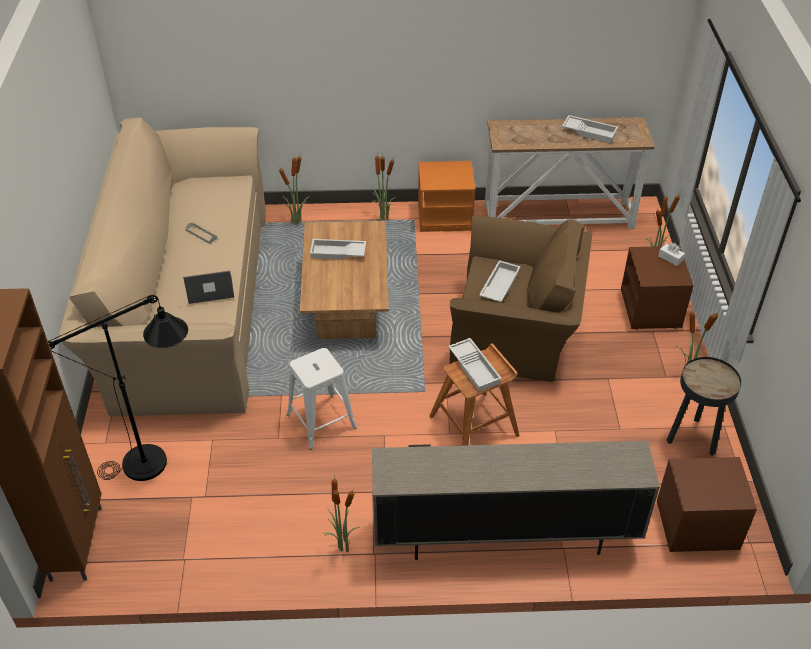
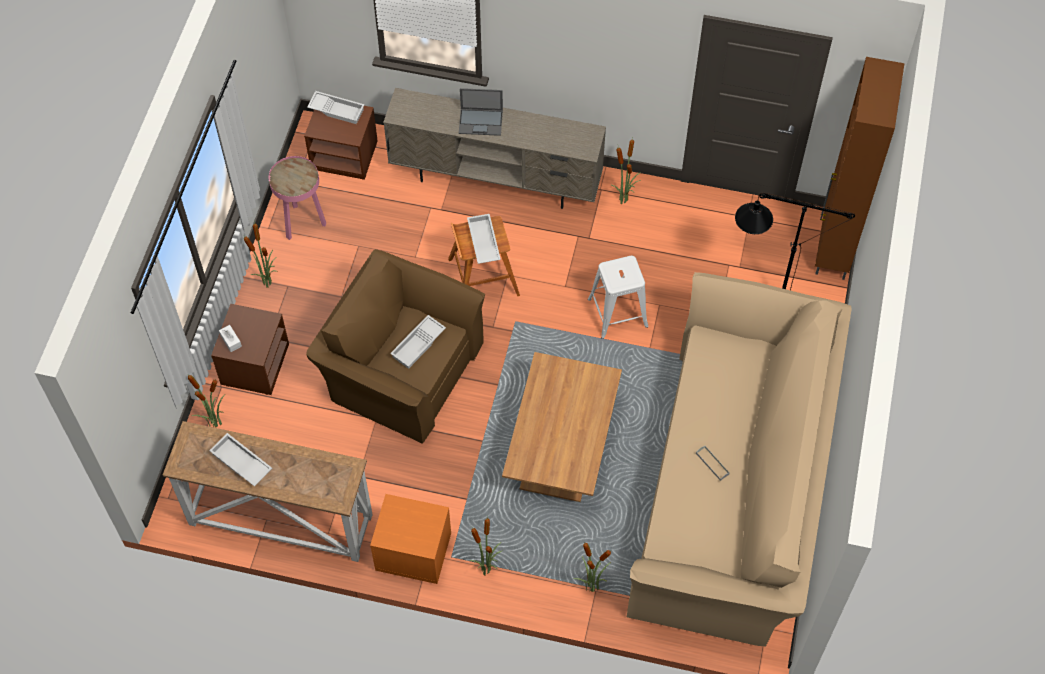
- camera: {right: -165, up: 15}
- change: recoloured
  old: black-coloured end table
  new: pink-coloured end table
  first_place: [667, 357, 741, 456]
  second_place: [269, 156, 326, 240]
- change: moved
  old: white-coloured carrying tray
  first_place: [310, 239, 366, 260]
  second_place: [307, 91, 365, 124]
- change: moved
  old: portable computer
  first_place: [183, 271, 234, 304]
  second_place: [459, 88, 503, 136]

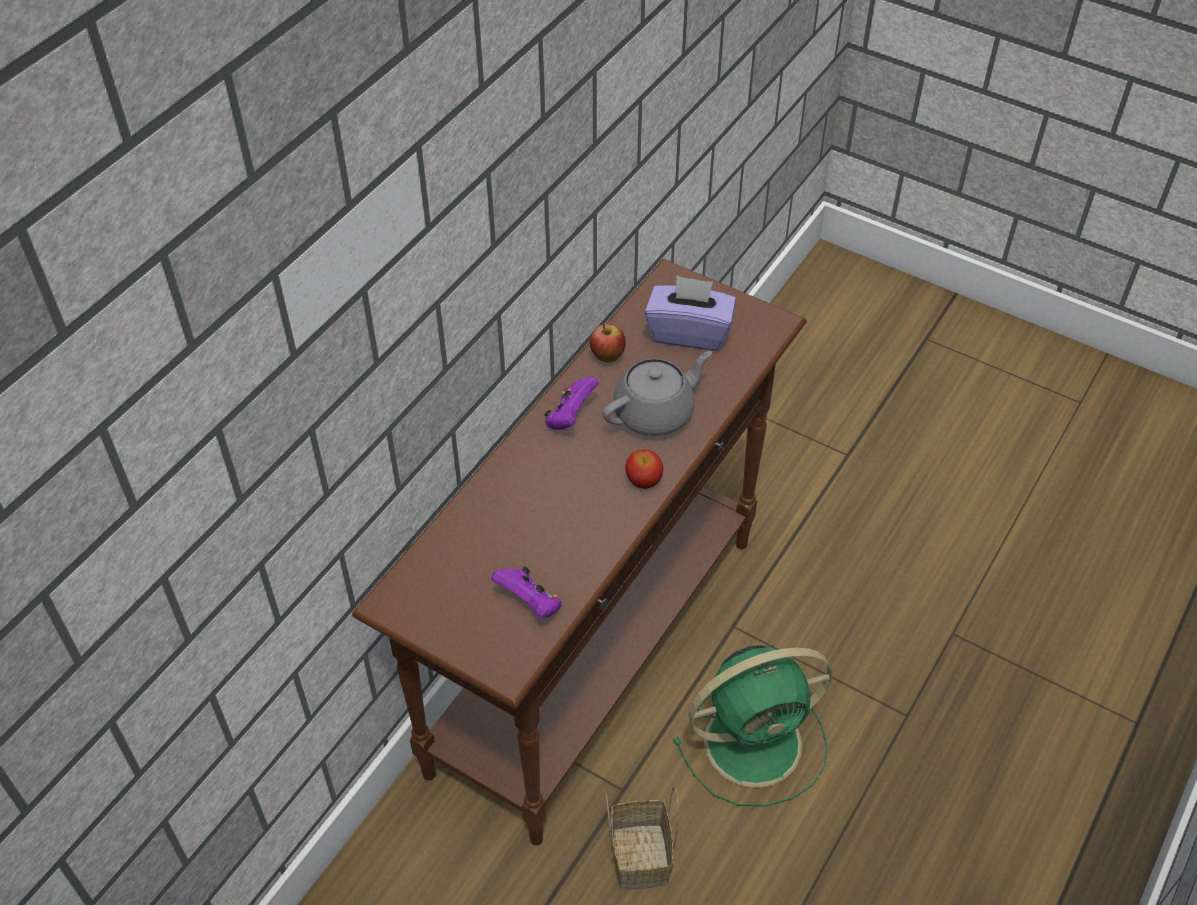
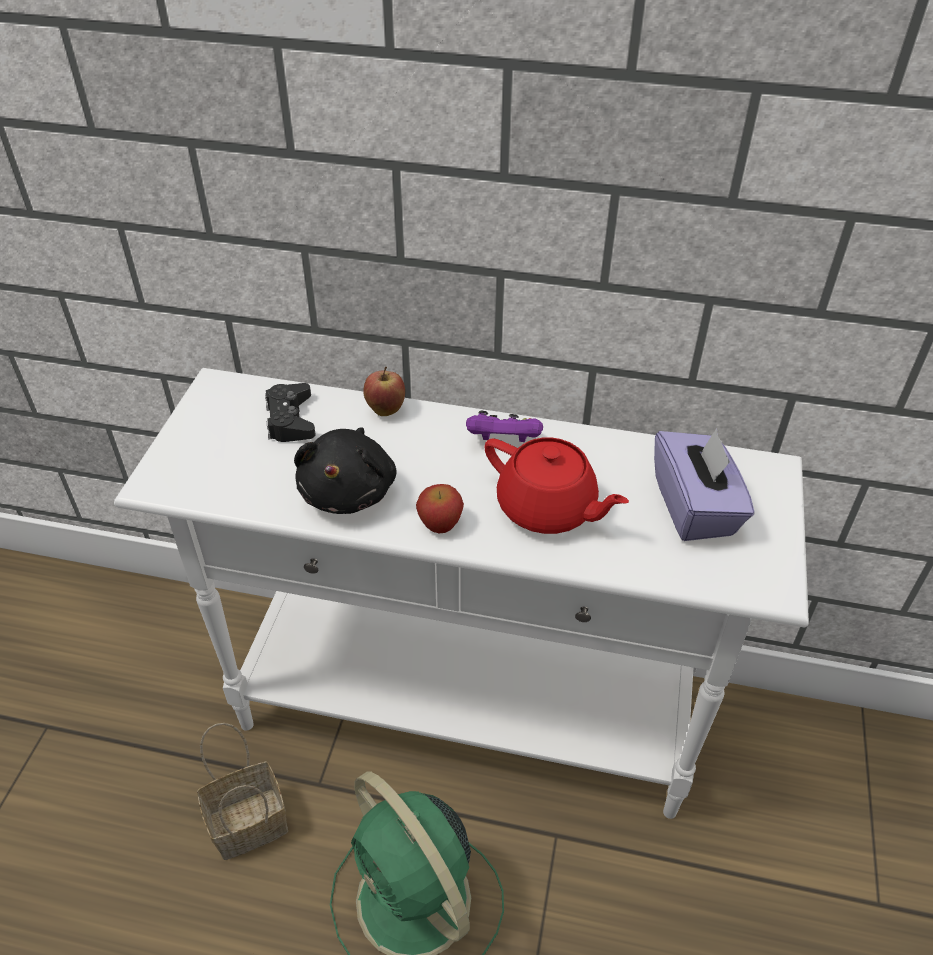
- camera: {right: 70, up: -5}
- change: recoloured
  old: brown-coloured console table
  new: white-coloured console table
  first_place: [352, 259, 807, 846]
  second_place: [114, 368, 809, 819]
- change: added
  new: black-coloured gamepad
  second_place: [265, 383, 316, 442]
- change: added
  new: black-coloured soft toy
  second_place: [294, 427, 397, 514]
- change: moved
  old: apple
  first_place: [589, 323, 626, 363]
  second_place: [363, 367, 405, 416]
- change: recoloured
  old: grey teapot
  new: red-coloured teapot
  first_place: [602, 351, 712, 436]
  second_place: [484, 437, 629, 534]
- change: removed
  old: purplish gamepad
  first_place: [491, 567, 562, 618]

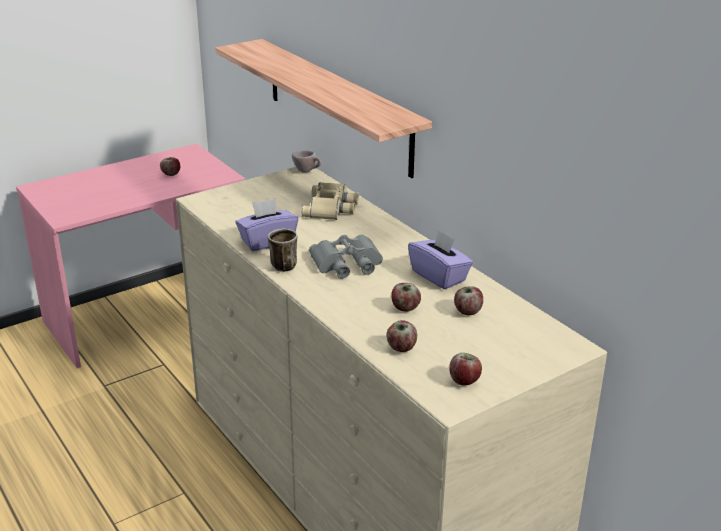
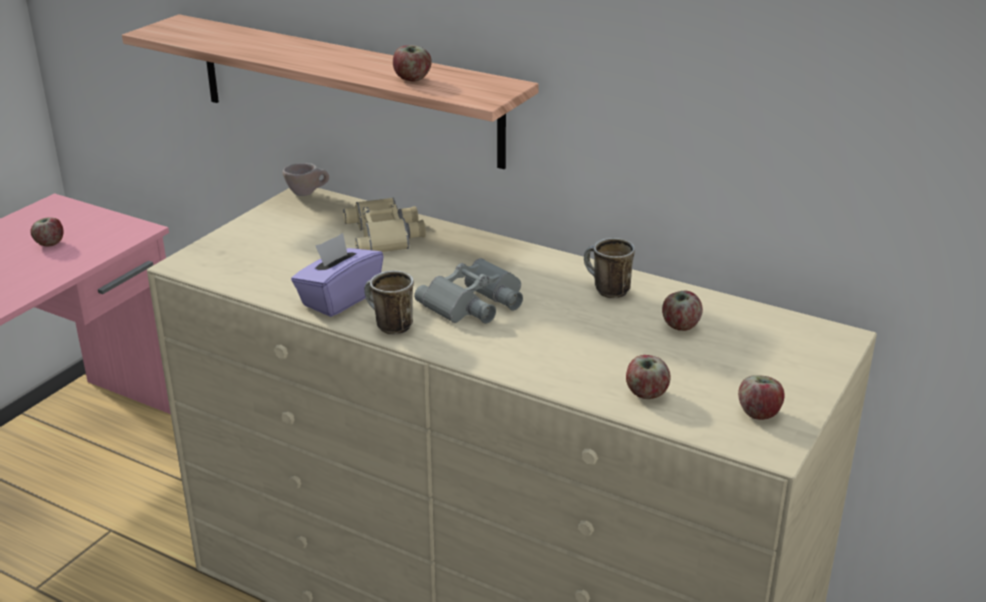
- camera: {right: -25, up: 0}
- change: moved
  old: apple
  first_place: [391, 283, 421, 312]
  second_place: [393, 45, 432, 81]
- change: replaced
  old: purplish box of tissues
  new: coffee mug
  first_place: [408, 229, 473, 289]
  second_place: [584, 238, 635, 299]

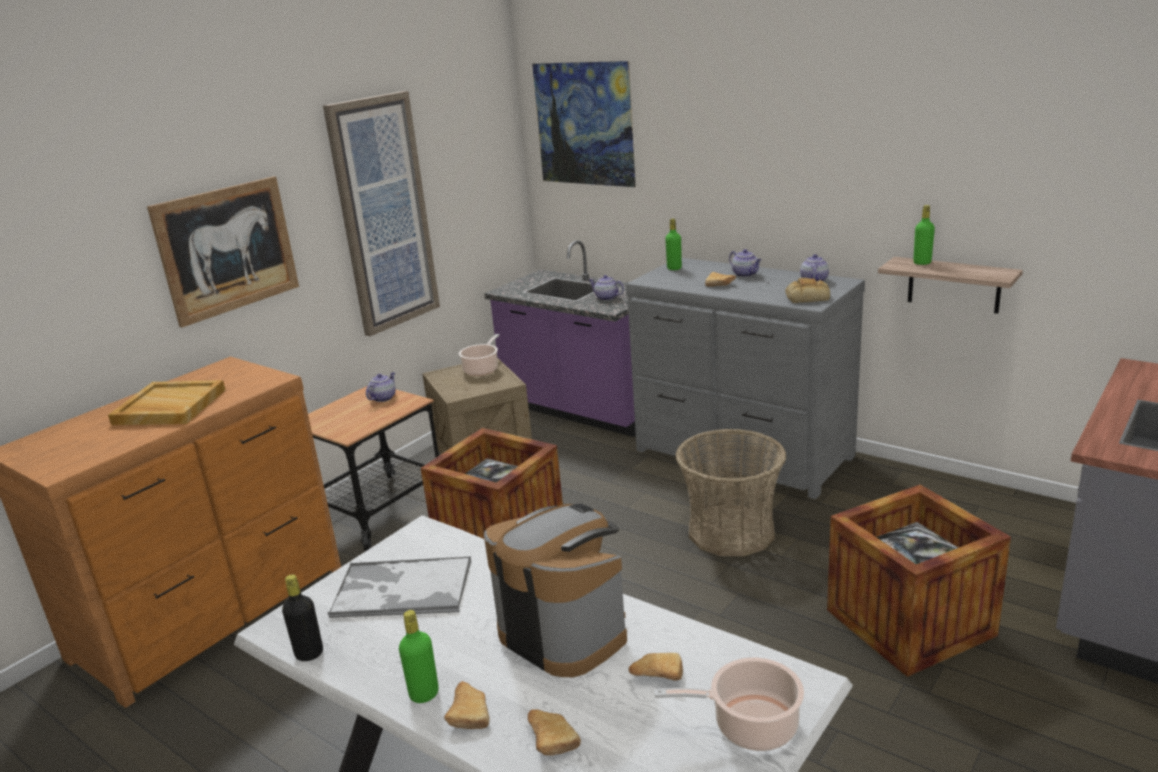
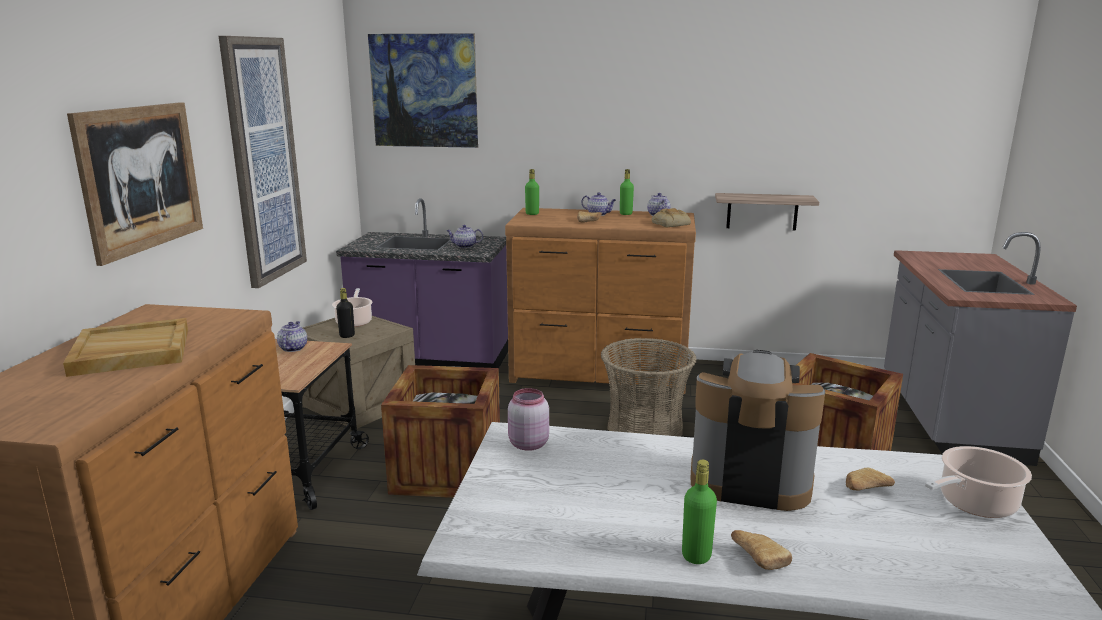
- camera: {right: -30, up: -5}
- change: moved
  old: black-coloured drink bottle
  first_place: [282, 574, 323, 661]
  second_place: [336, 288, 355, 338]
- change: recoloured
  old: grey chest of drawers
  new: brown-coloured chest of drawers
  first_place: [626, 258, 865, 499]
  second_place: [505, 208, 696, 394]
- change: added
  new: pink-coloured preserve jar
  second_place: [508, 388, 549, 451]
- change: moved
  old: greenish drink bottle
  first_place: [913, 205, 935, 265]
  second_place: [620, 169, 634, 215]
- change: removed
  old: carrying tray
  first_place: [327, 556, 471, 618]
- change: removed
  old: bakery bread
  first_place: [528, 709, 581, 755]

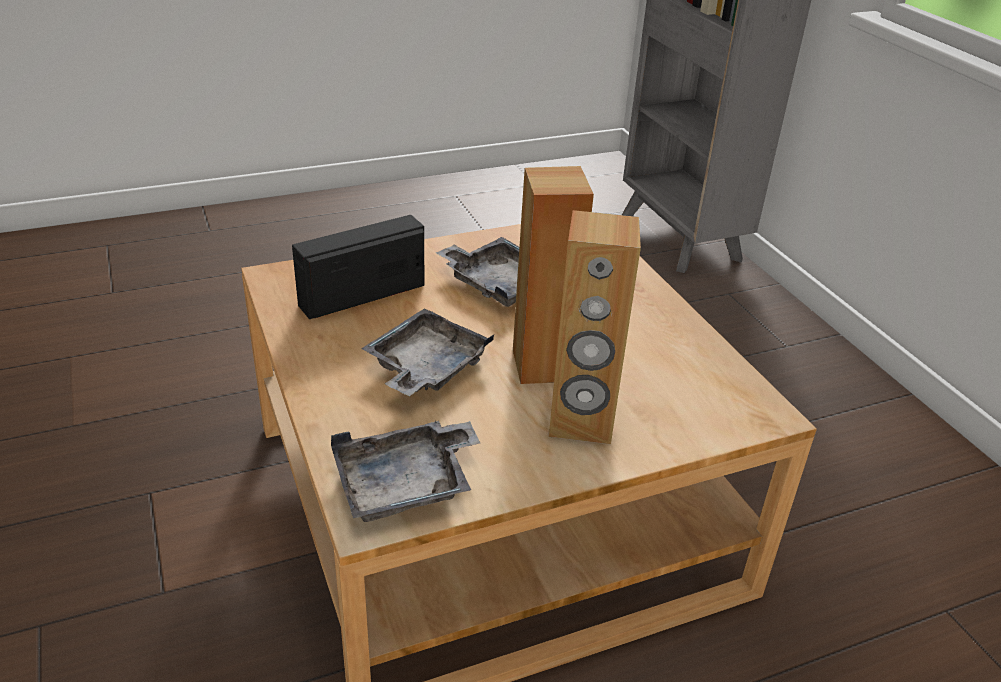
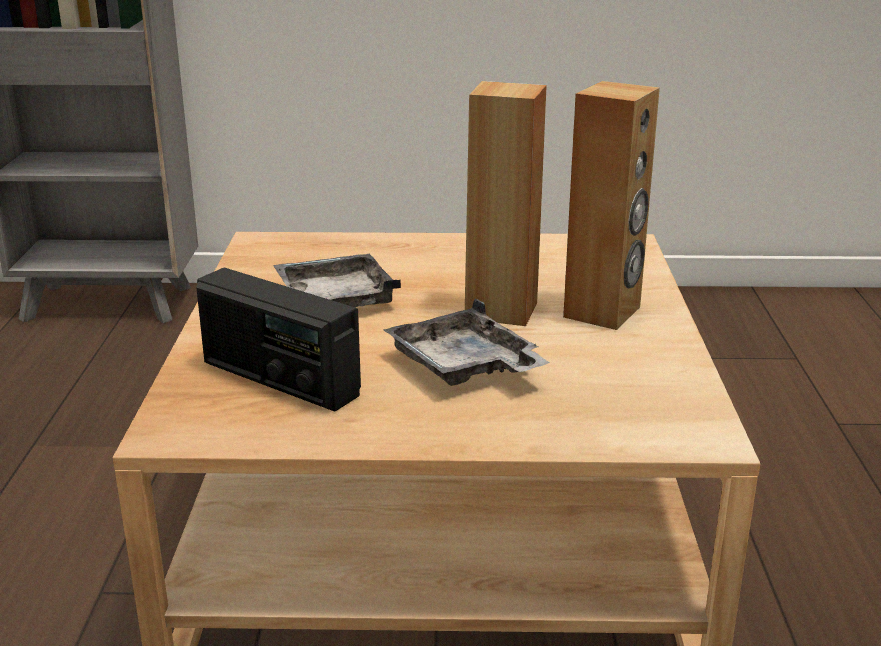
- camera: {right: -65, up: -10}
- change: turned
  old: radio receiver
  first_place: [292, 215, 424, 319]
  second_place: [196, 268, 361, 411]
  degrees: -45
- change: removed
  old: grey carrying tray
  first_place: [331, 421, 480, 522]

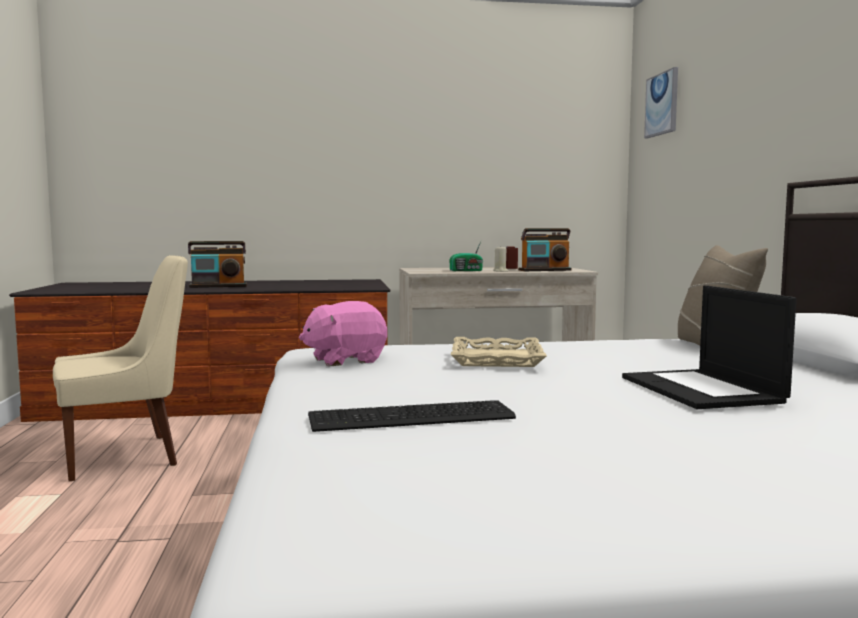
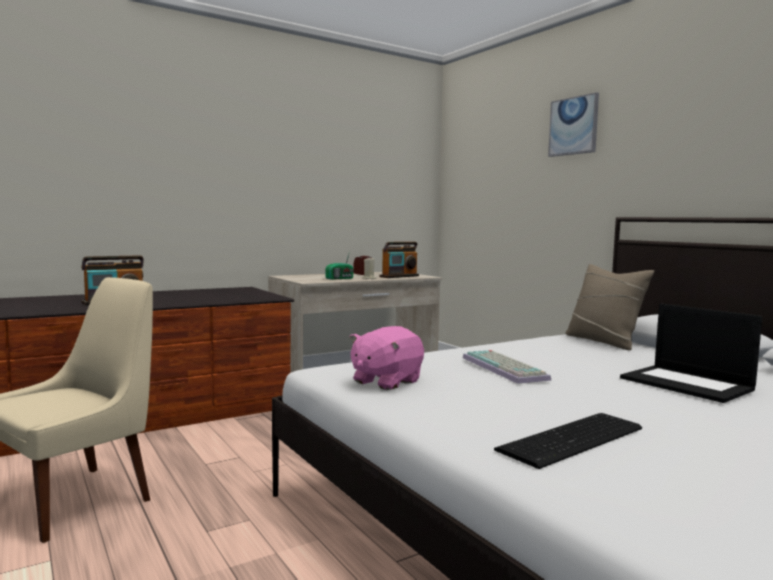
- camera: {right: -25, up: 0}
- change: replaced
  old: beige carrying tray
  new: PC keyboard
  first_place: [451, 337, 547, 367]
  second_place: [463, 350, 551, 384]
- change: moved
  old: wall art
  first_place: [644, 67, 678, 138]
  second_place: [548, 92, 599, 157]

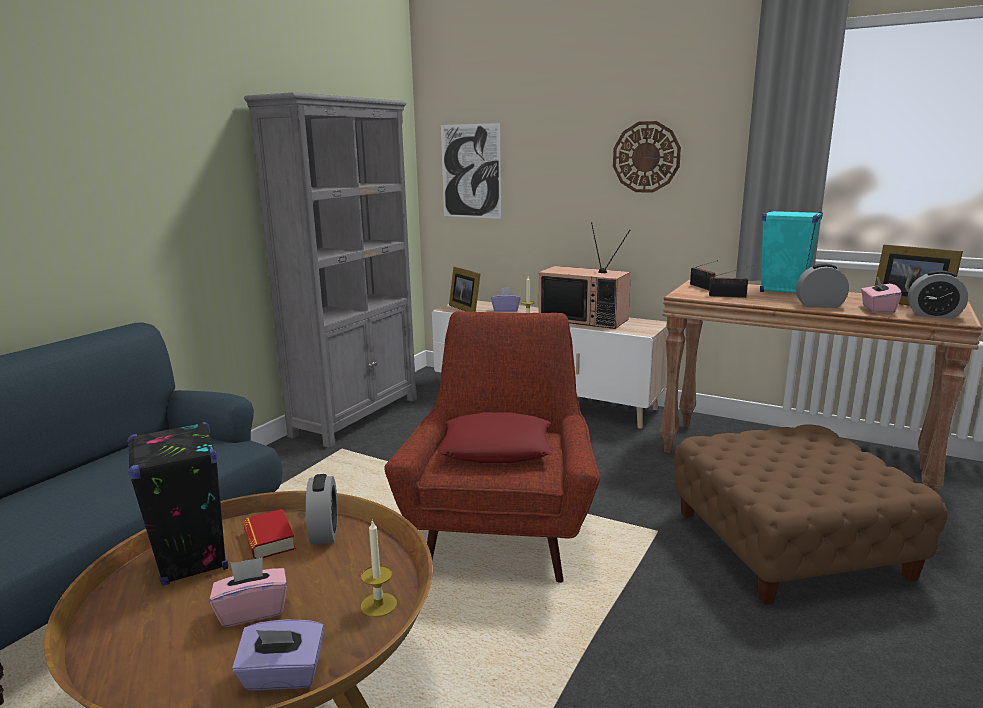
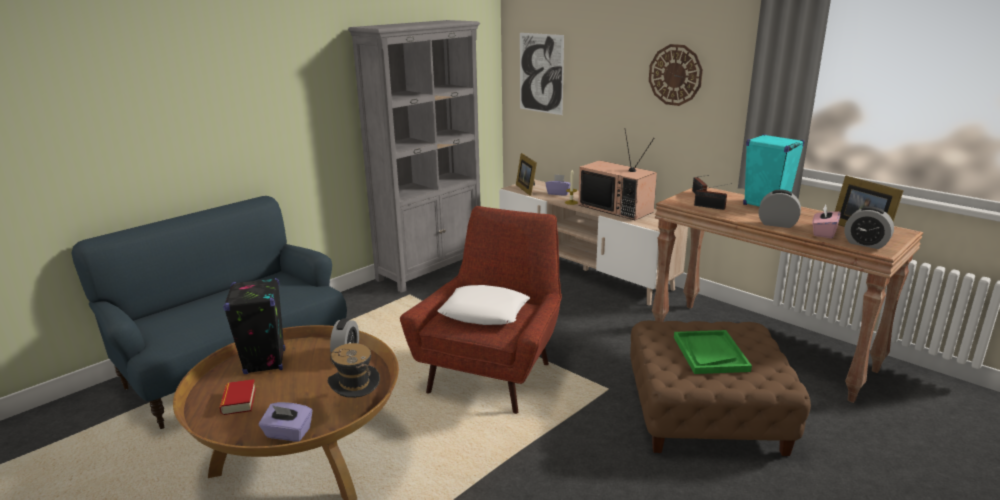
- camera: {right: 15, up: 5}
- change: moved
  old: volume
  first_place: [243, 509, 296, 559]
  second_place: [220, 379, 256, 415]
- change: replaced
  old: wax light
  new: hat
  first_place: [361, 519, 397, 617]
  second_place: [328, 343, 380, 398]
- change: recoloured
  old: red-coloured throw pillow
  new: white-coloured throw pillow
  first_place: [438, 412, 553, 463]
  second_place: [438, 285, 530, 325]
- change: added
  new: greenish carrying tray
  second_place: [674, 330, 752, 374]
- change: removed
  old: pink-coloured box of tissues
  first_place: [210, 557, 287, 627]

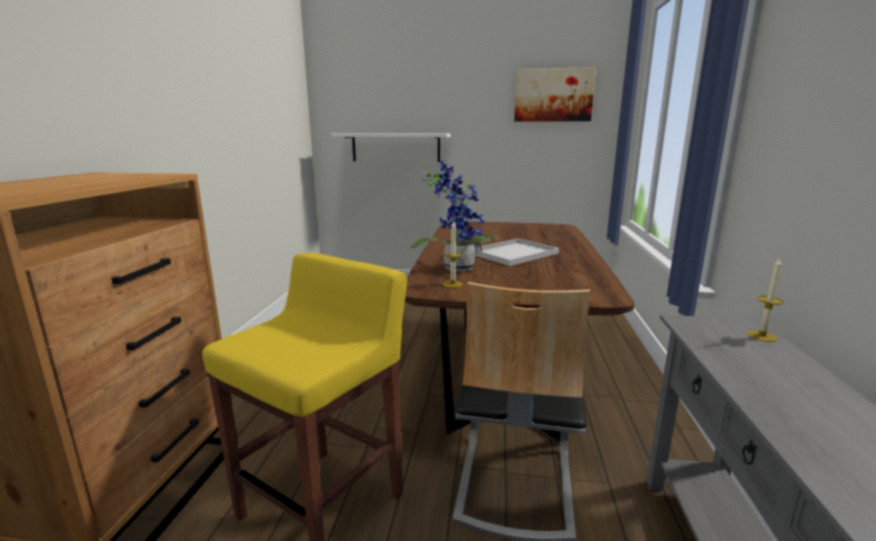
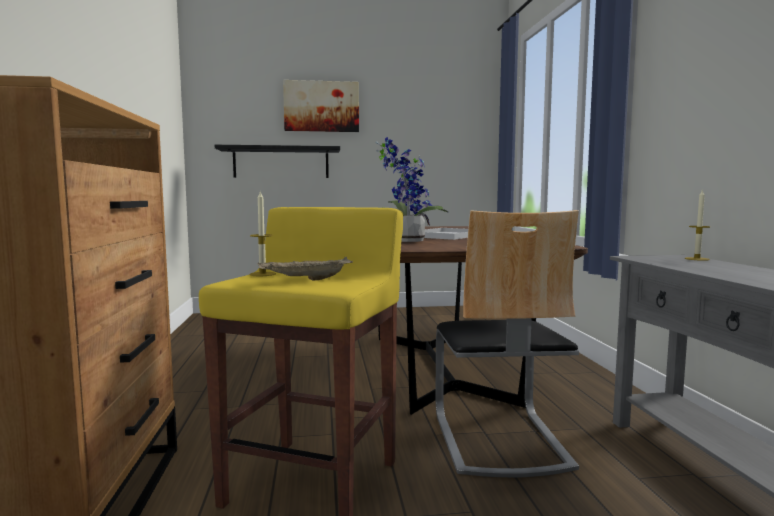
- camera: {right: -15, up: -10}
- change: recoloured
  old: white-coloured shelf
  new: black-coloured shelf
  first_place: [331, 133, 451, 162]
  second_place: [215, 145, 340, 178]
- change: moved
  old: wax light
  first_place: [443, 220, 463, 288]
  second_place: [249, 192, 276, 276]
- change: added
  new: beige carrying tray
  second_place: [258, 257, 353, 281]
- change: moved
  old: wall art
  first_place: [514, 67, 596, 121]
  second_place: [283, 80, 359, 132]

